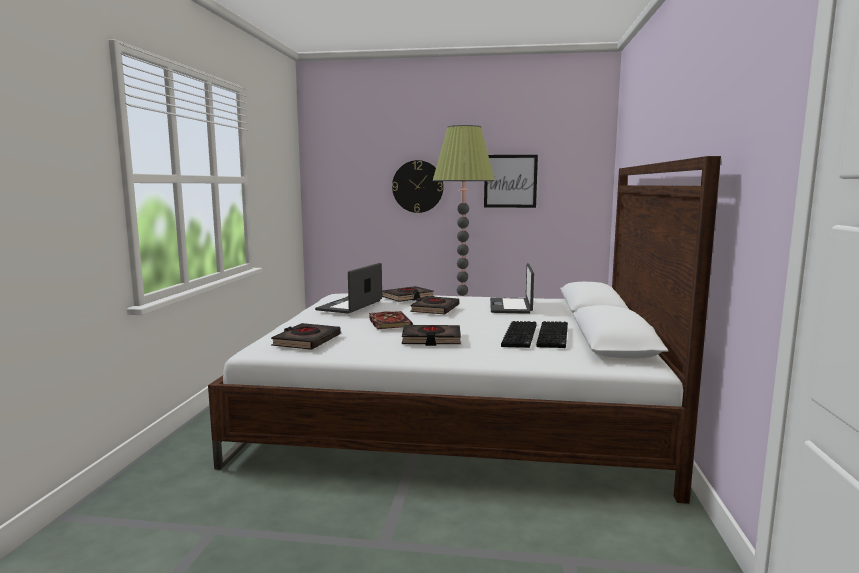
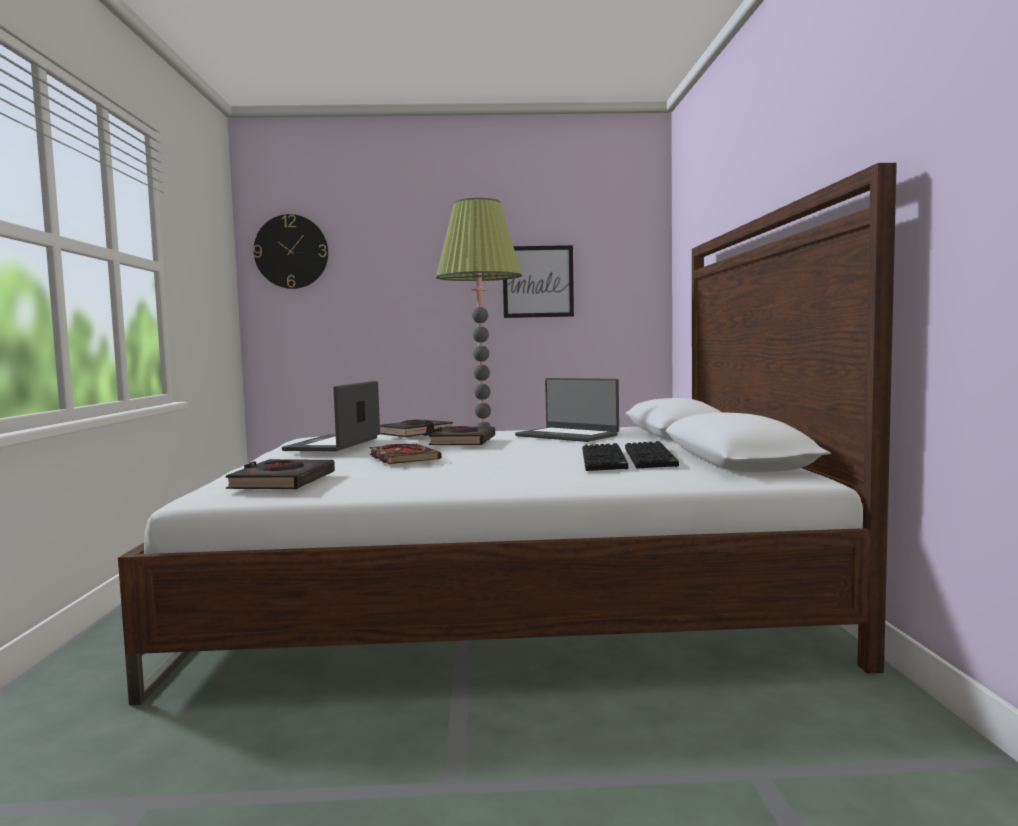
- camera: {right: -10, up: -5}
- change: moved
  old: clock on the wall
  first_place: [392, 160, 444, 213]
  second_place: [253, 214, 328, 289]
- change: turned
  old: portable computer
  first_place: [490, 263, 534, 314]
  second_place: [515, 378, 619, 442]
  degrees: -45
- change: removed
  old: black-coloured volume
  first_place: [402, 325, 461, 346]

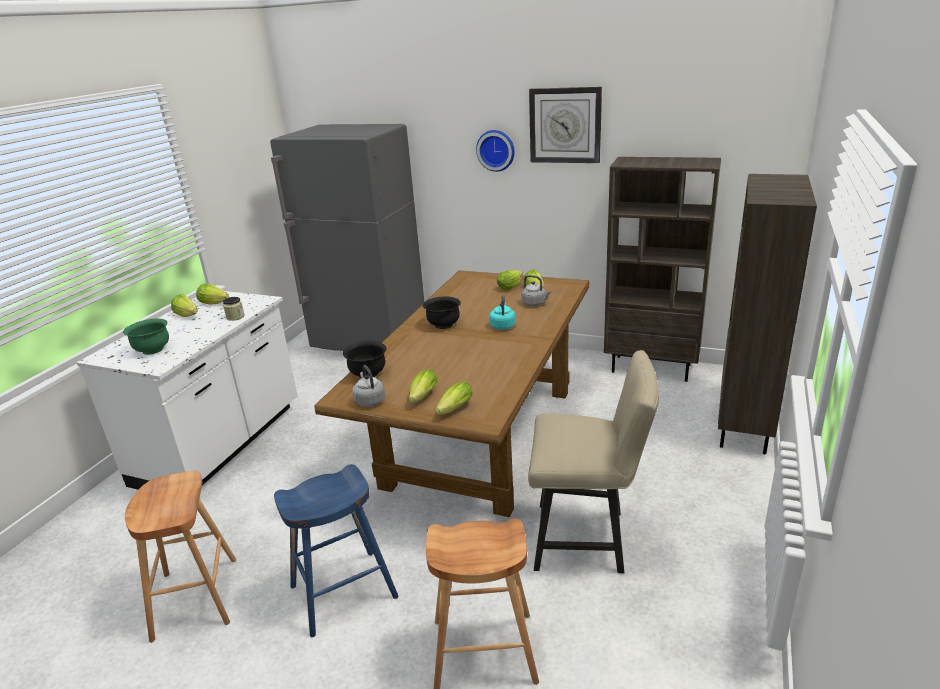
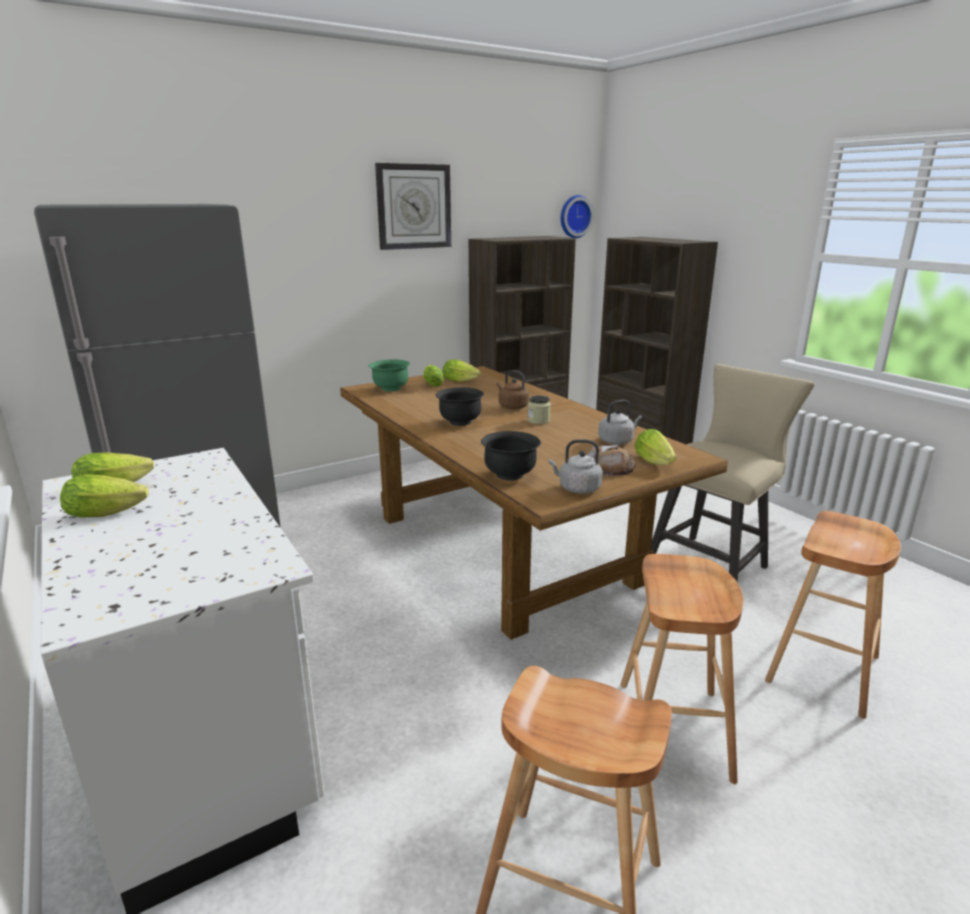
- camera: {right: -55, up: -5}
- change: moved
  old: greenish deep dish
  first_place: [123, 318, 169, 355]
  second_place: [369, 359, 410, 391]
- change: recoloured
  old: blue-green tea kettle
  new: brown-coloured tea kettle
  first_place: [489, 295, 516, 330]
  second_place: [496, 370, 529, 409]
- change: moved
  old: preserve jar
  first_place: [223, 297, 245, 321]
  second_place: [528, 395, 551, 424]
- change: moved
  old: clock on the wall
  first_place: [476, 130, 515, 172]
  second_place: [561, 195, 594, 238]
- change: replaced
  old: lettuce
  new: bakery bread
  first_place: [409, 369, 437, 403]
  second_place: [587, 445, 636, 476]
- change: moved
  old: grey tea kettle
  first_place: [521, 275, 551, 306]
  second_place: [598, 400, 642, 444]
- change: recoloured
  old: blue-coloured sitting stool
  new: brown-coloured sitting stool
  first_place: [274, 464, 398, 637]
  second_place: [620, 554, 743, 784]

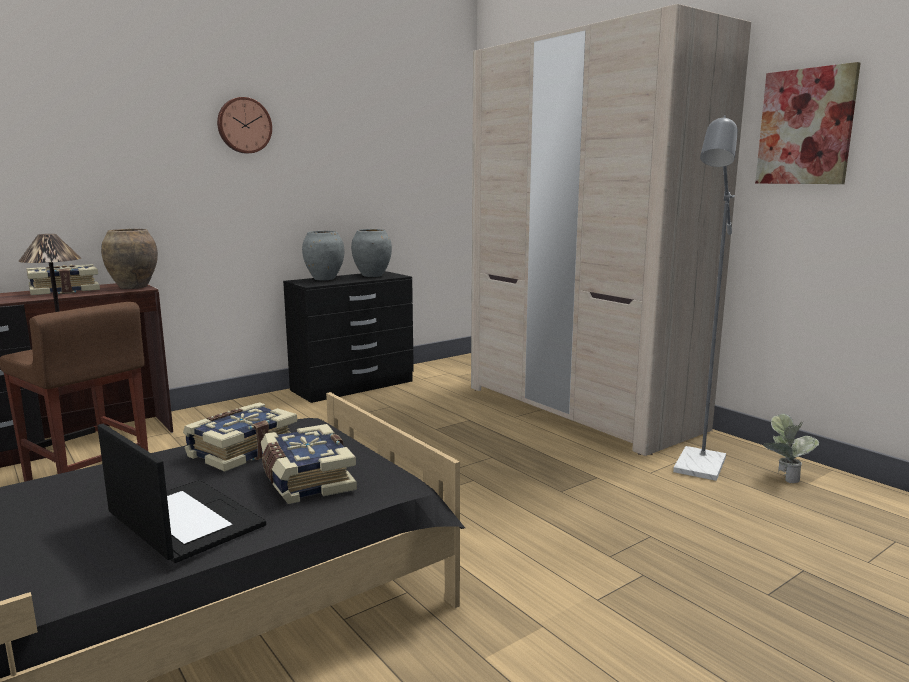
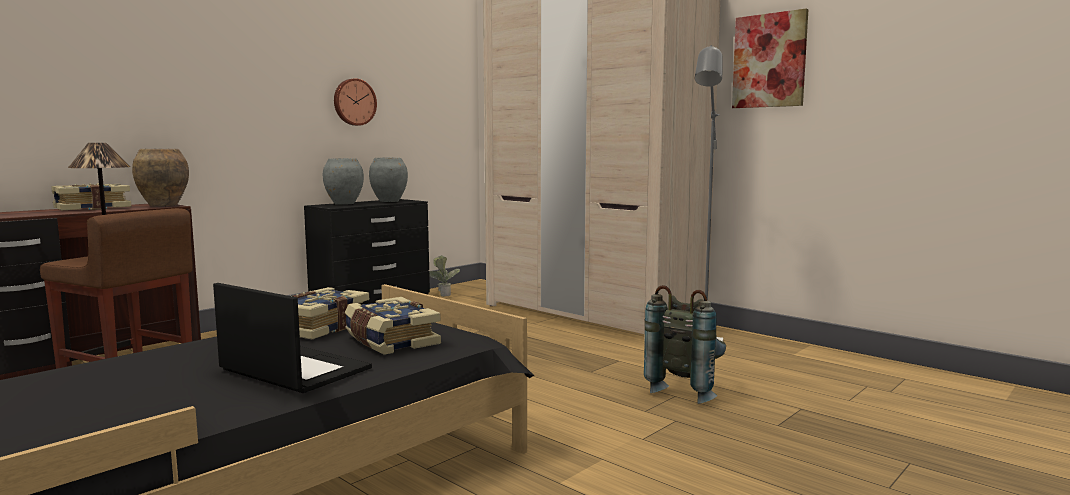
- camera: {right: -10, up: -5}
- change: moved
  old: clock on the wall
  first_place: [217, 97, 272, 154]
  second_place: [334, 78, 377, 126]
- change: moved
  old: houseplant
  first_place: [763, 414, 819, 483]
  second_place: [429, 255, 460, 297]
- change: added
  new: grey knapsack
  second_place: [644, 285, 726, 404]

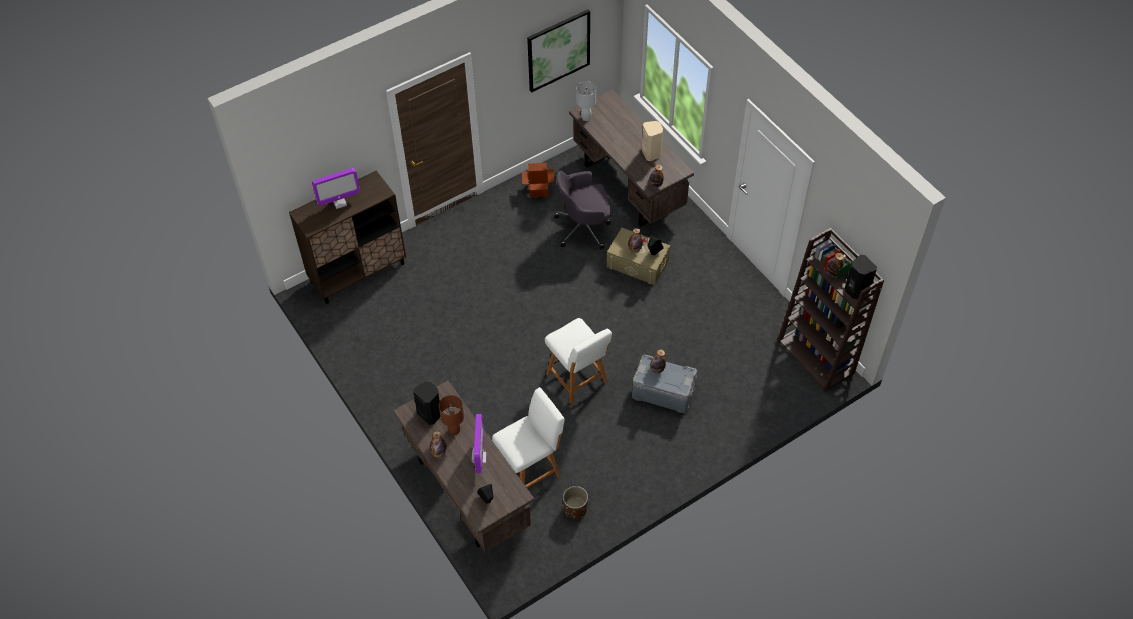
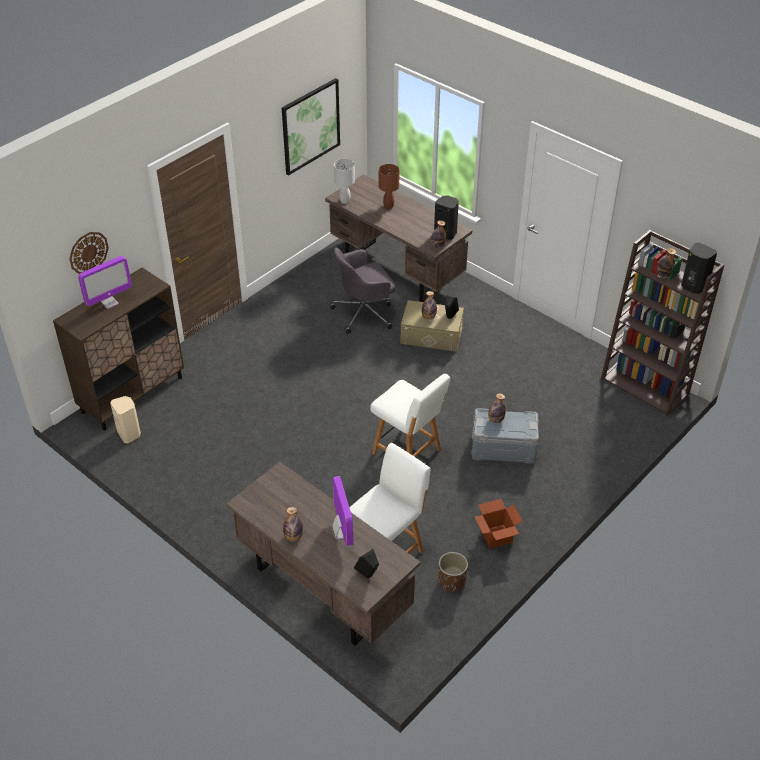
- camera: {right: -15, up: -10}
- change: added
  new: clock on the wall
  second_place: [69, 232, 109, 274]
- change: moved
  old: beige audio speaker
  first_place: [642, 121, 663, 161]
  second_place: [110, 396, 141, 443]
- change: moved
  old: brown-coloured tabletop lamp
  first_place: [439, 395, 464, 435]
  second_place: [379, 164, 400, 209]
- change: moved
  old: black-coloured audio speaker
  first_place: [413, 381, 440, 425]
  second_place: [434, 196, 459, 240]
- change: moved
  old: packing box
  first_place: [522, 163, 554, 197]
  second_place: [474, 499, 522, 548]

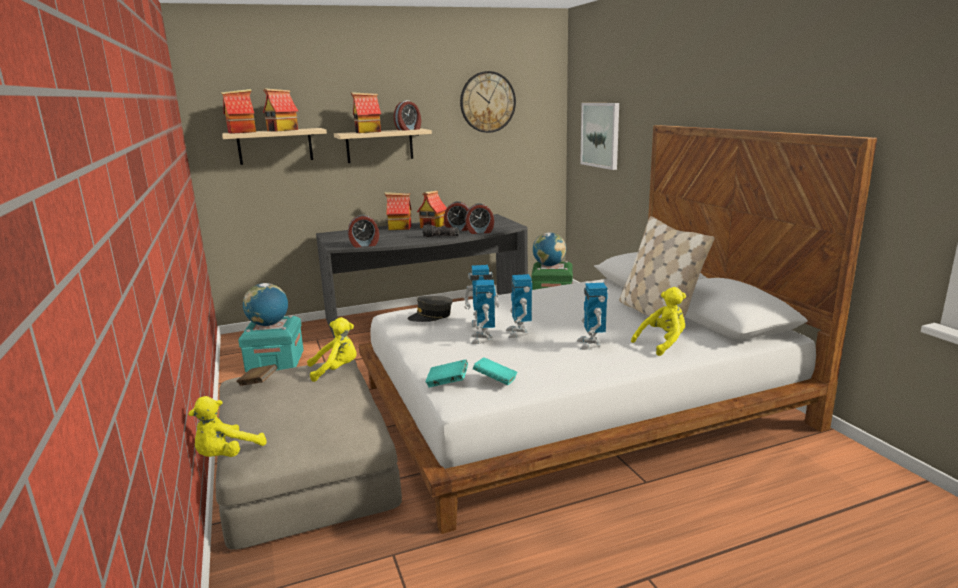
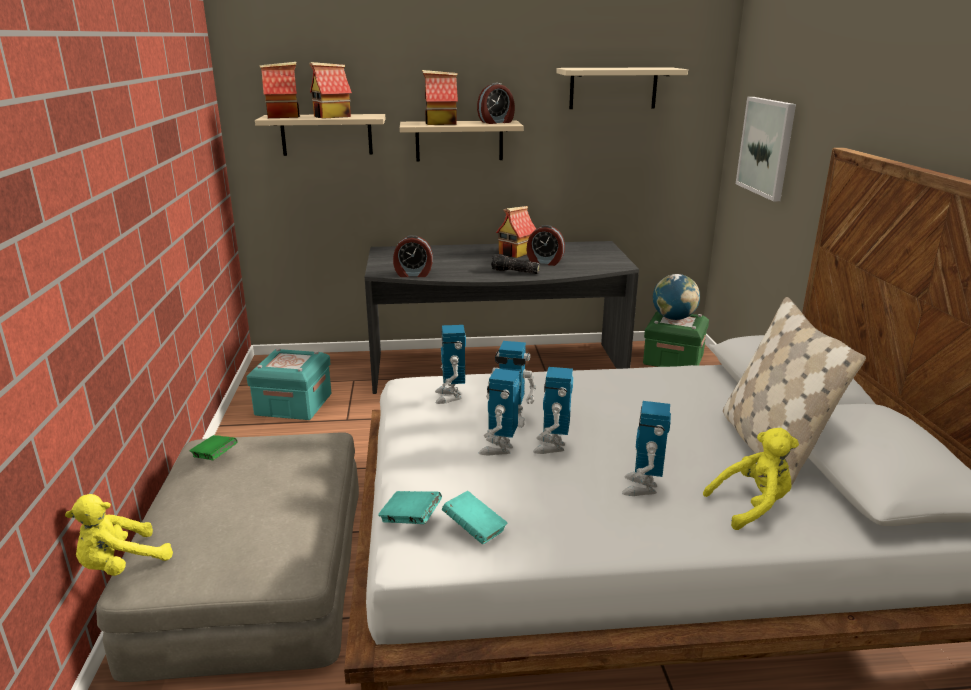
- camera: {right: 15, up: 5}
- change: recoloured
  old: brown-coloured volume
  new: greenish volume
  first_place: [236, 364, 277, 386]
  second_place: [189, 435, 238, 460]
- change: replaced
  old: grey cap
  new: model robot
  first_place: [407, 296, 452, 322]
  second_place: [435, 325, 466, 404]
- change: replaced
  old: clock on the wall
  new: beige shelf
  first_place: [460, 71, 516, 133]
  second_place: [556, 67, 688, 109]
- change: removed
  old: globe
  first_place: [243, 283, 288, 326]
- change: removed
  old: yellow-coloured soft toy
  first_place: [307, 317, 357, 382]
- change: removed
  old: miniature house
  first_place: [384, 192, 412, 230]
- change: removed
  old: alarm clock
  first_place: [465, 203, 494, 234]

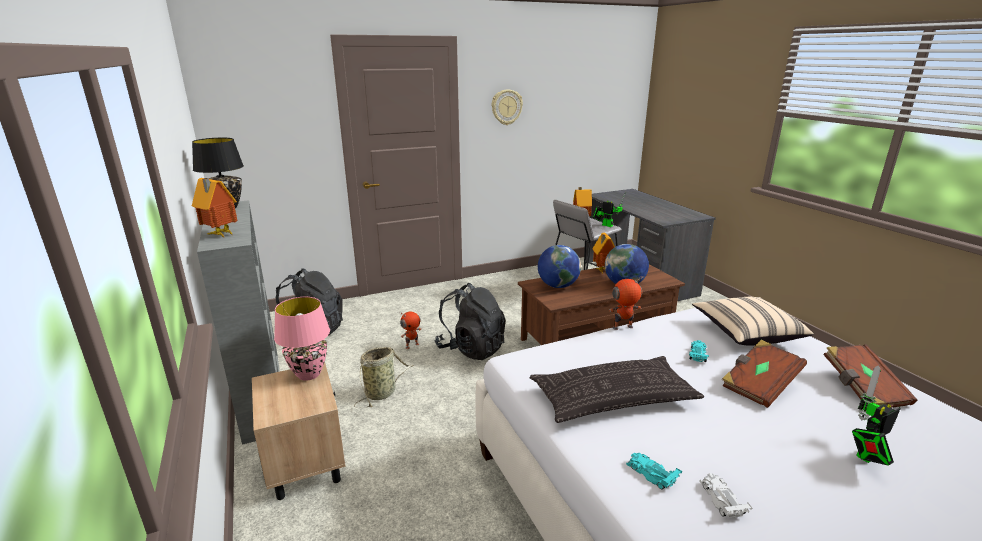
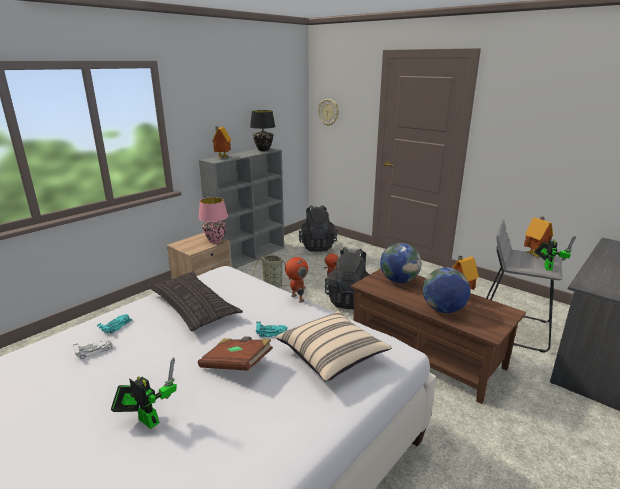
- camera: {right: 65, up: 0}
- change: moved
  old: clock on the wall
  first_place: [492, 89, 523, 125]
  second_place: [318, 99, 339, 126]
- change: removed
  old: brown-coloured volume
  first_place: [823, 344, 917, 408]

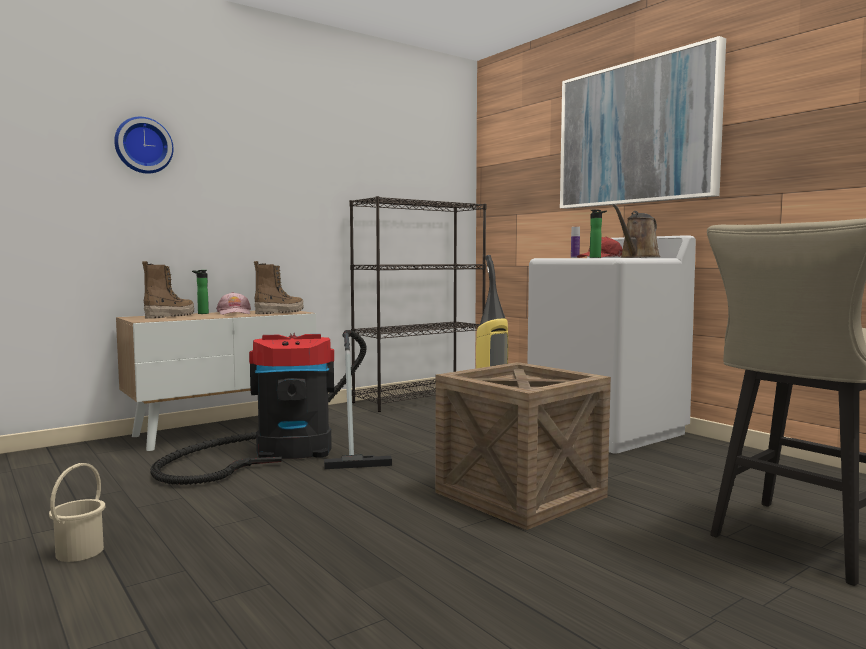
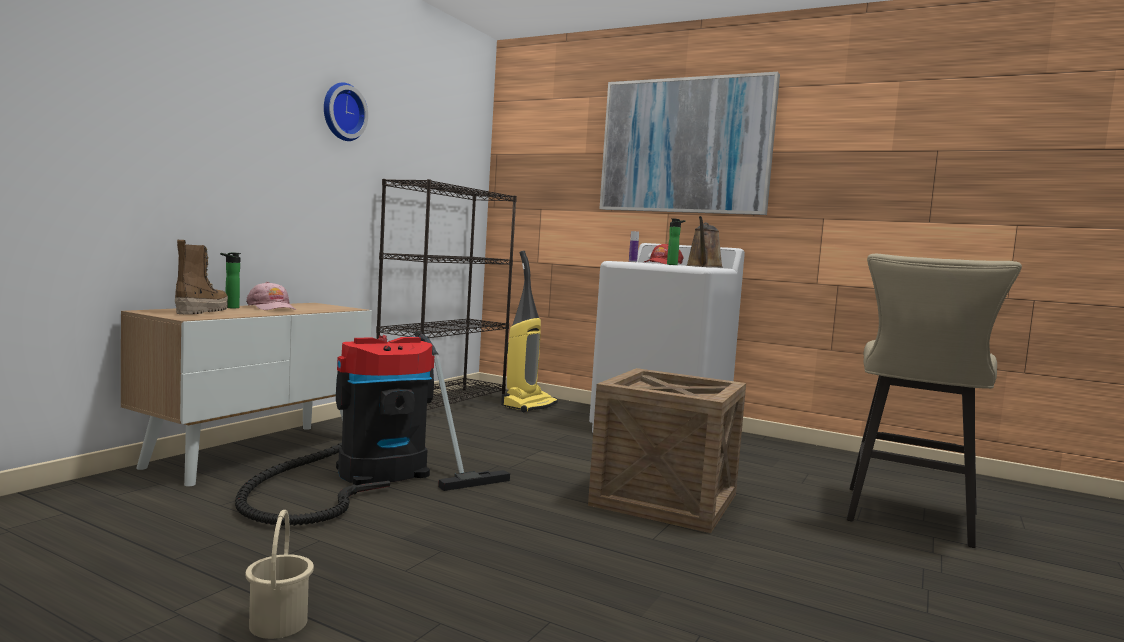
- camera: {right: -25, up: 0}
- change: moved
  old: clock on the wall
  first_place: [114, 117, 173, 174]
  second_place: [324, 82, 368, 141]
- change: removed
  old: tall boot
  first_place: [254, 261, 303, 314]

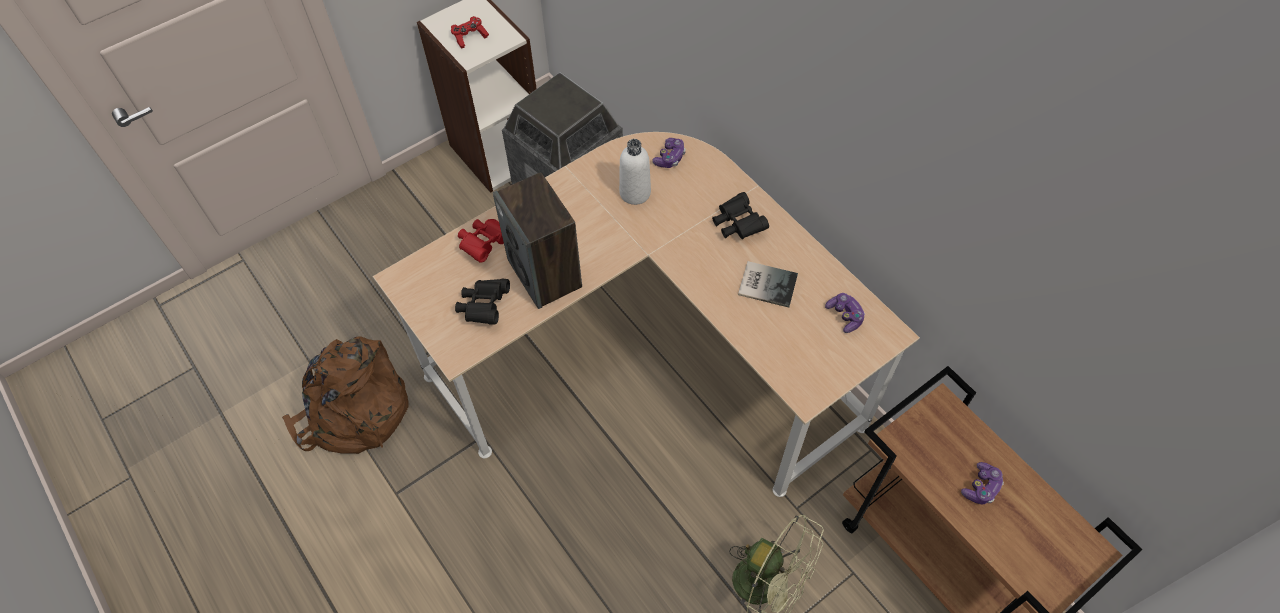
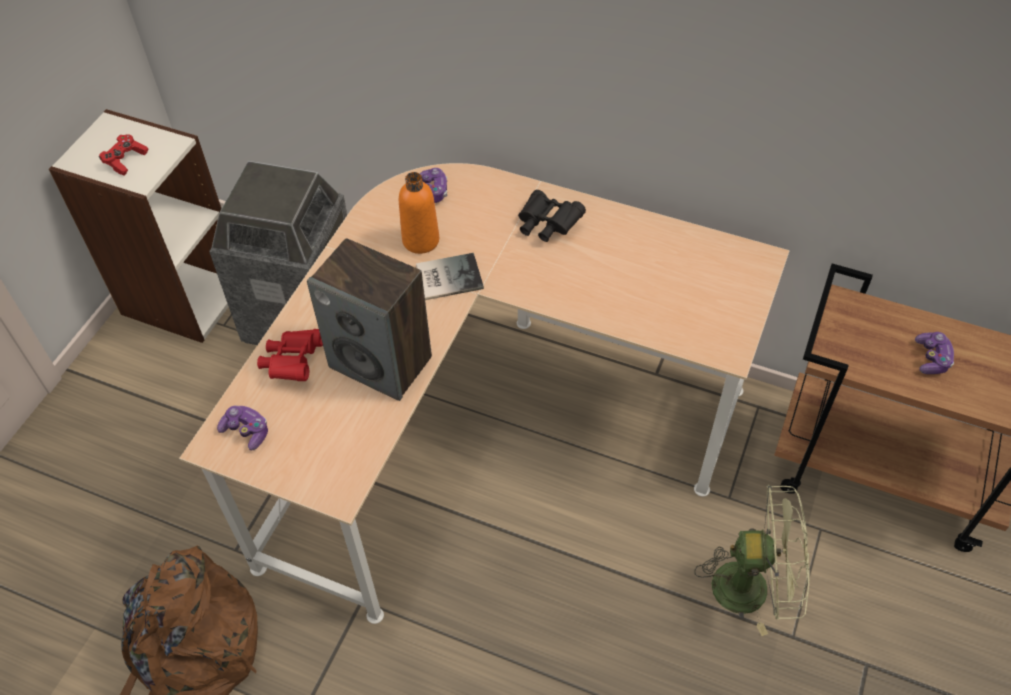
- camera: {right: -30, up: -5}
- change: moved
  old: gamepad
  first_place: [825, 293, 865, 333]
  second_place: [217, 405, 268, 450]
- change: recoloured
  old: white-coloured drink bottle
  new: orange-coloured drink bottle
  first_place: [619, 139, 651, 205]
  second_place: [399, 172, 439, 254]
- change: moved
  old: volume
  first_place: [738, 261, 798, 308]
  second_place: [416, 253, 484, 300]
- change: removed
  old: black-coloured binoculars
  first_place: [455, 279, 510, 325]

